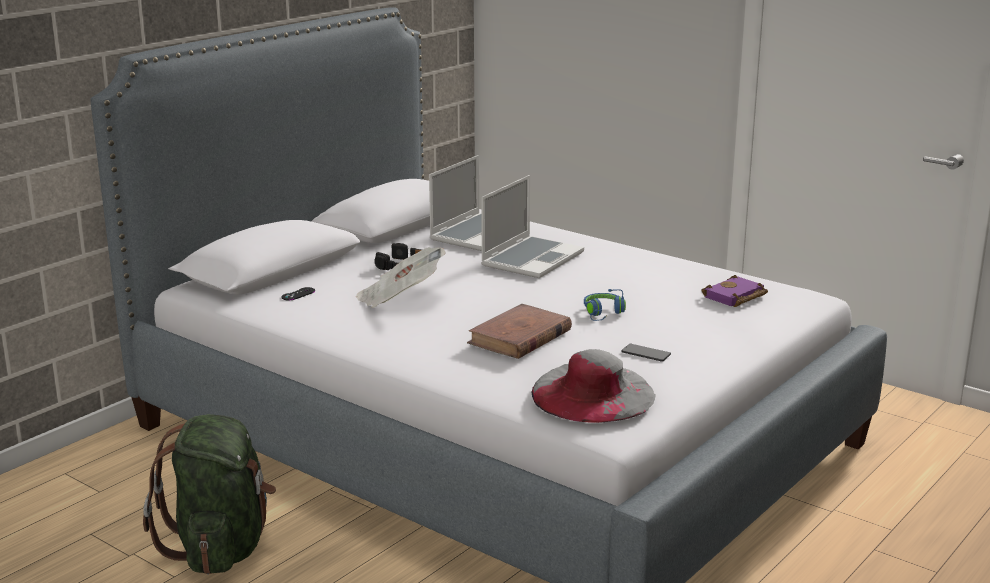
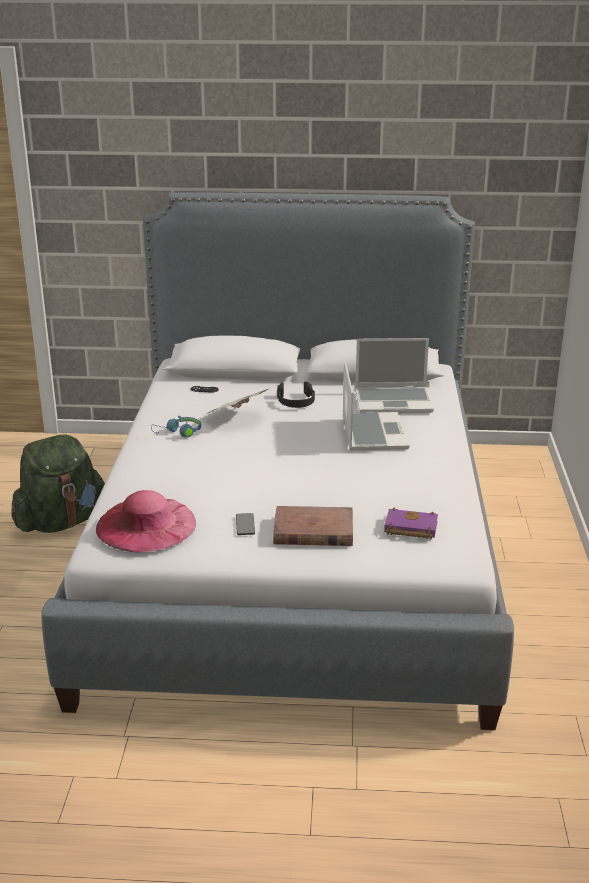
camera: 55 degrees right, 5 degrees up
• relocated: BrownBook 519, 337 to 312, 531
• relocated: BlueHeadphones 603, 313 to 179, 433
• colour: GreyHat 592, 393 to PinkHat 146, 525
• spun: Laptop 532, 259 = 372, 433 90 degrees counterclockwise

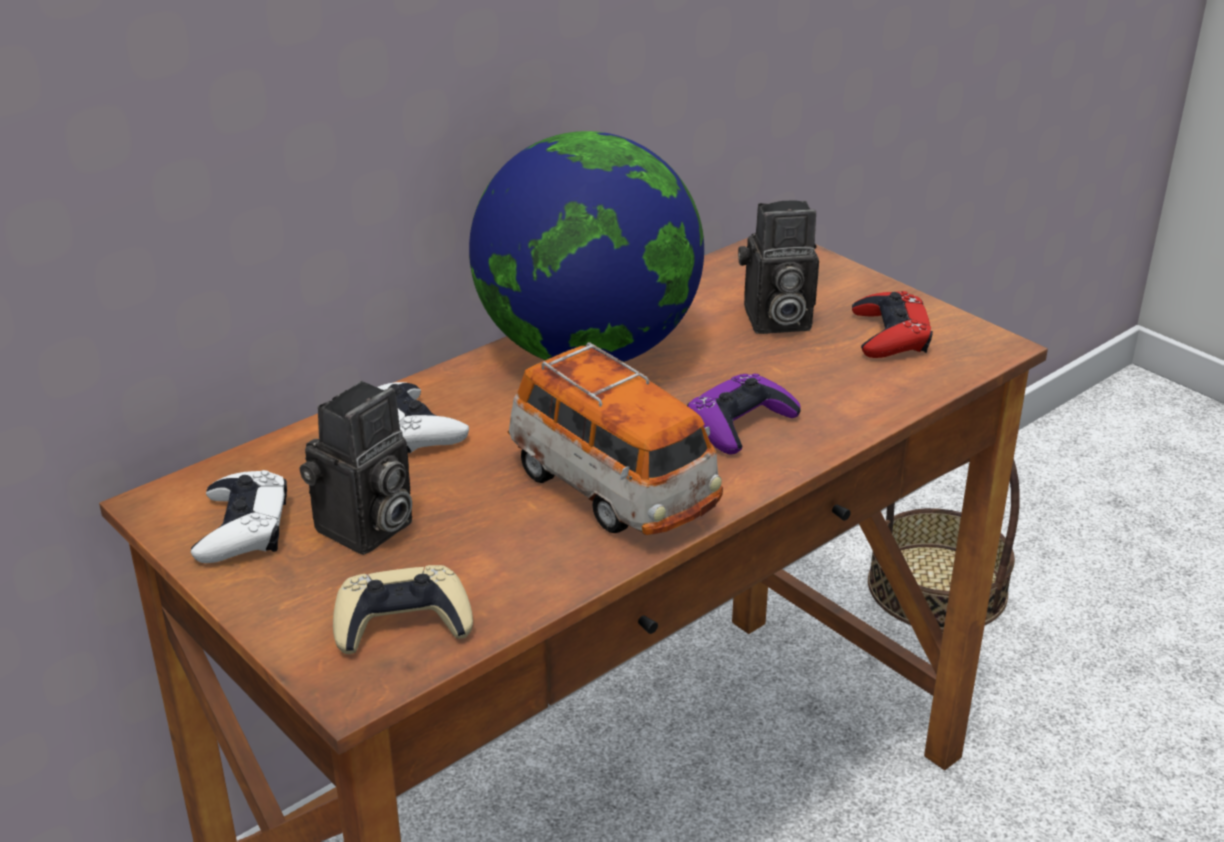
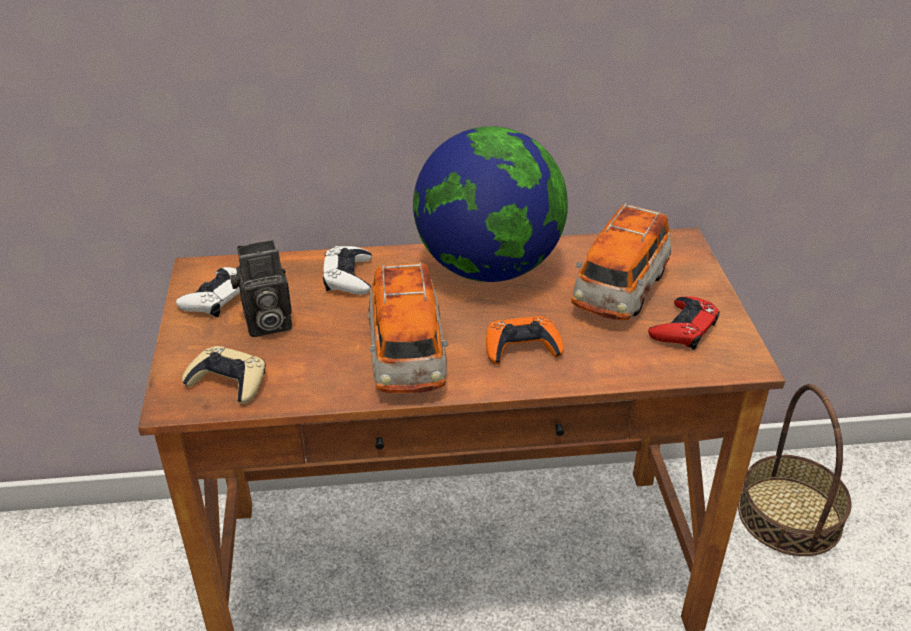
camera: 35 degrees right, 5 degrees up
• exchanged: PhotoCamera 774, 321 to ToyCar 620, 291
• colour: PurpleGameController 740, 424 to OrangeGameController 522, 347

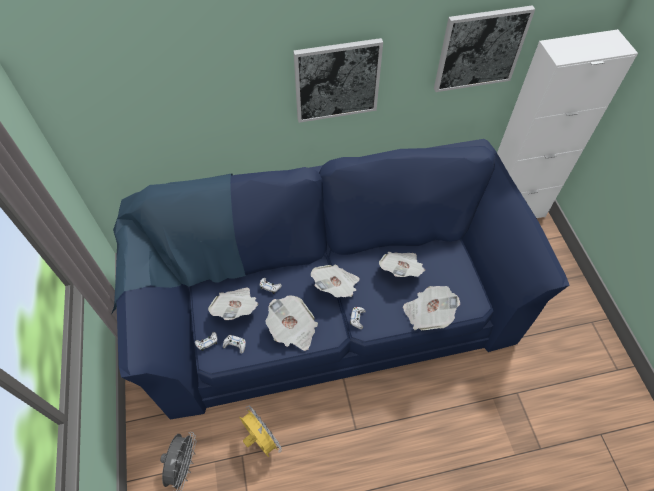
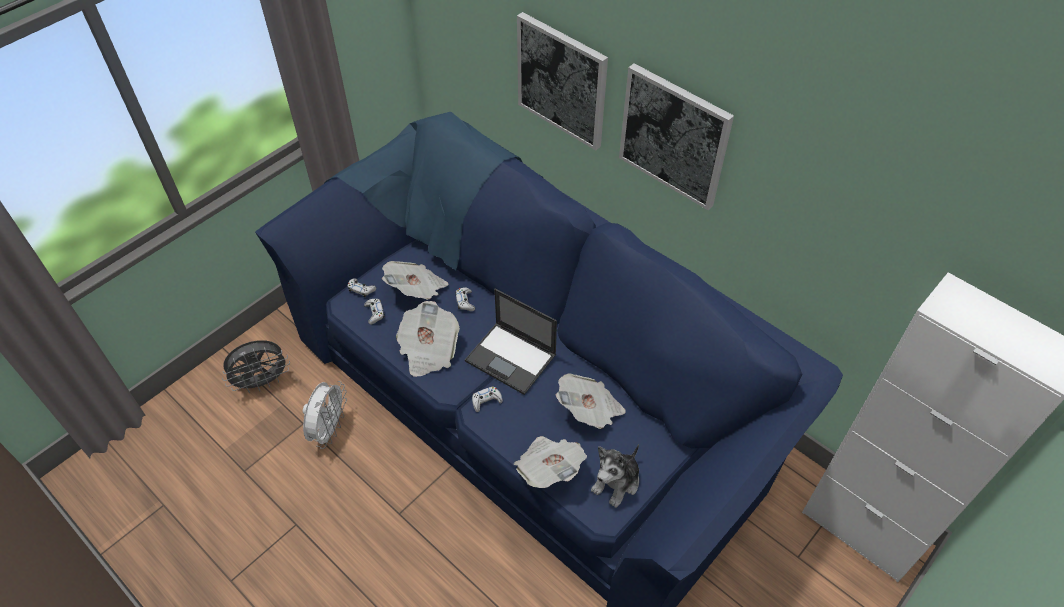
camera: 55 degrees right, 5 degrees down
• appeared: PlushToy 617, 482
• relocated: Picture 480, 49 to 562, 80
• exchanged: Newspaper 336, 286 to Laptop 512, 358
• colour: YellowFan 260, 440 to WhiteFan 329, 429

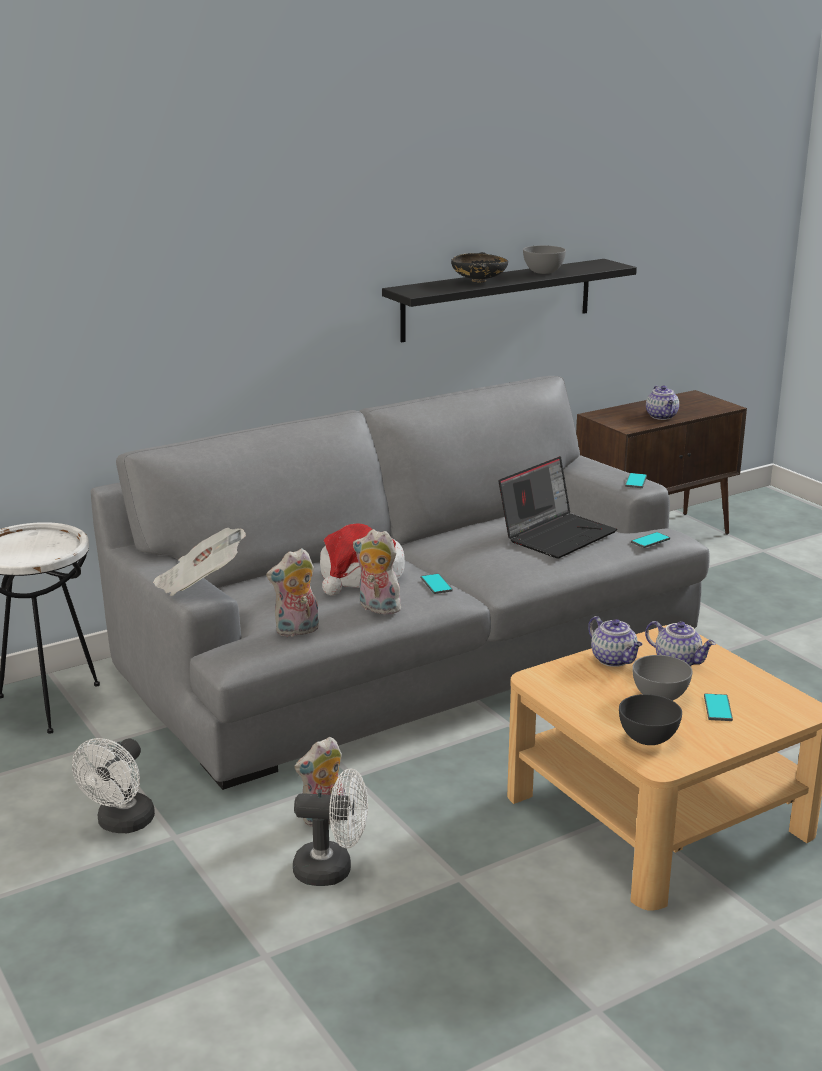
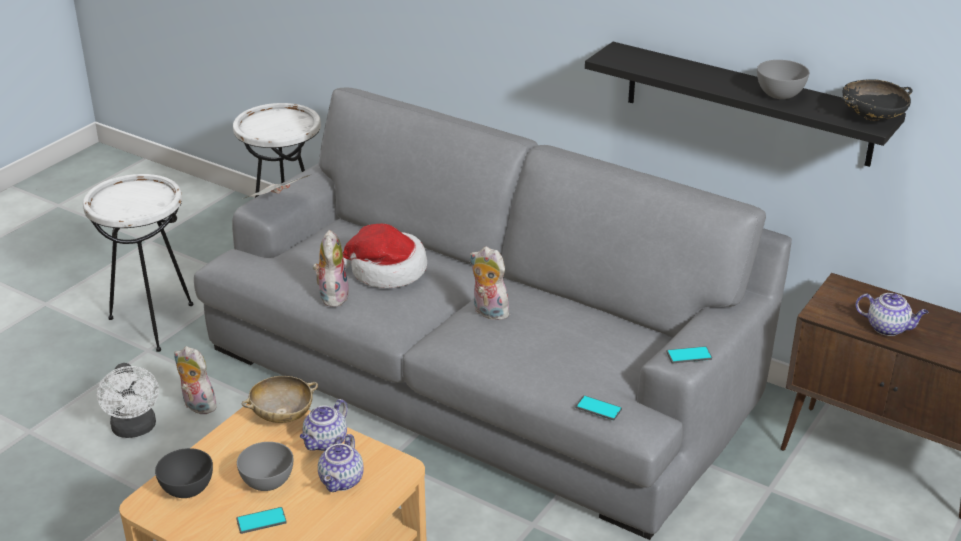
camera: 65 degrees right, 10 degrees up
• missing: Phone 436, 584
• missing: Laptop 557, 534
• appeared: BeigeBowl 282, 415
• relocated: PlushToy 297, 631 to 488, 312
• relocated: BlackBowl 479, 281 to 872, 117
• exchanged: WhiteFan 121, 824 to WhiteSideTable 153, 324
• spun: Teapot 662, 416 = 888, 328 120 degrees counterclockwise

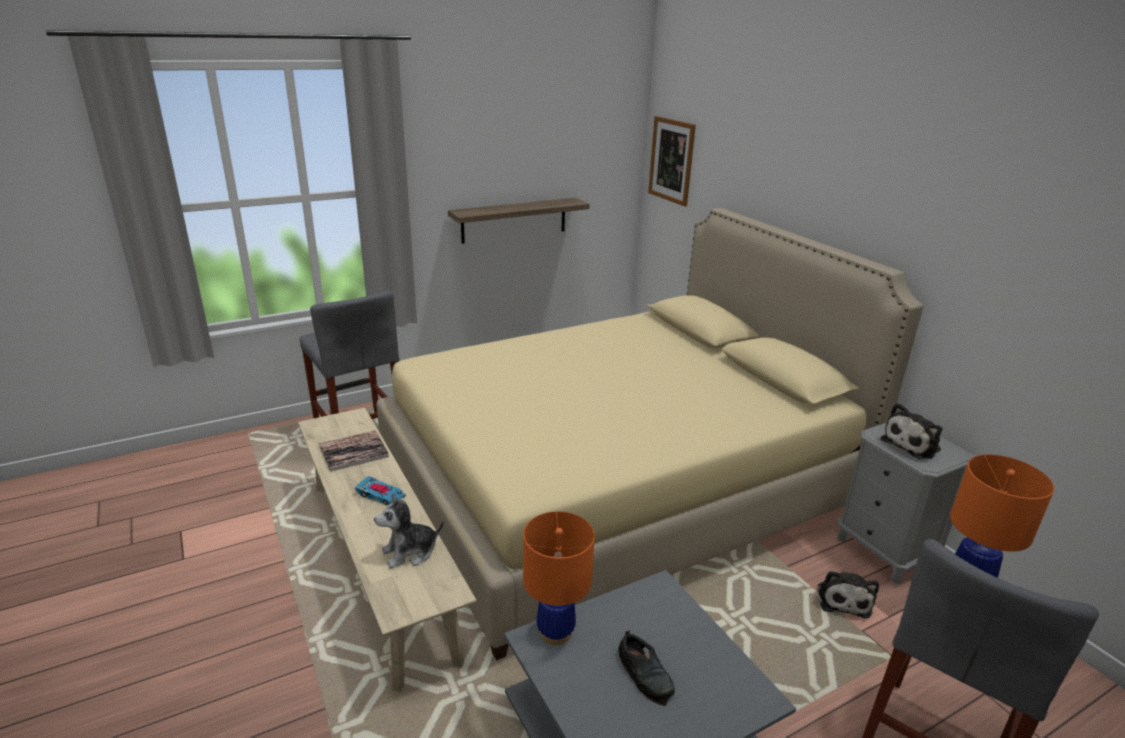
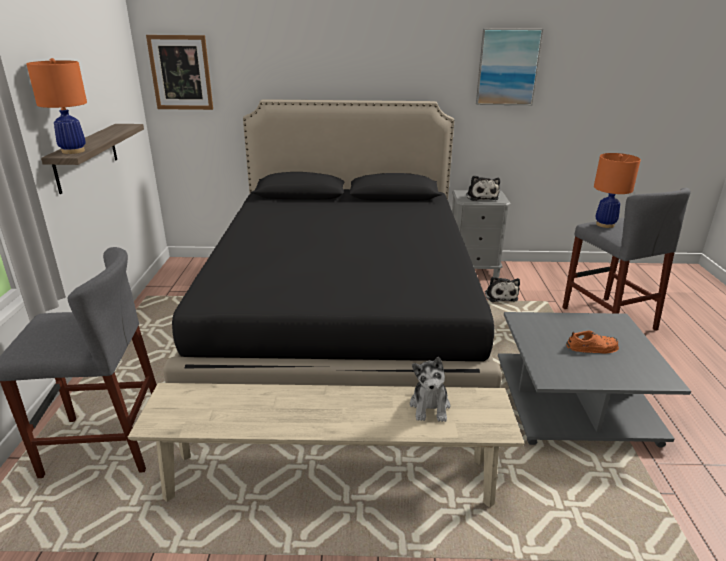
camera: 60 degrees left, 0 degrees up
• missing: Book 354, 451
• missing: ToyCar 381, 495
• appeared: Picture 507, 67
• relocated: OrangeTableLamp 555, 632 to 73, 151
• colour: BeigeBed 616, 489 to BlackBed 343, 327
• colour: BlackShoe 645, 674 to OrangeShoe 592, 347
• spun: PlushToy 843, 599 = 500, 295 45 degrees clockwise

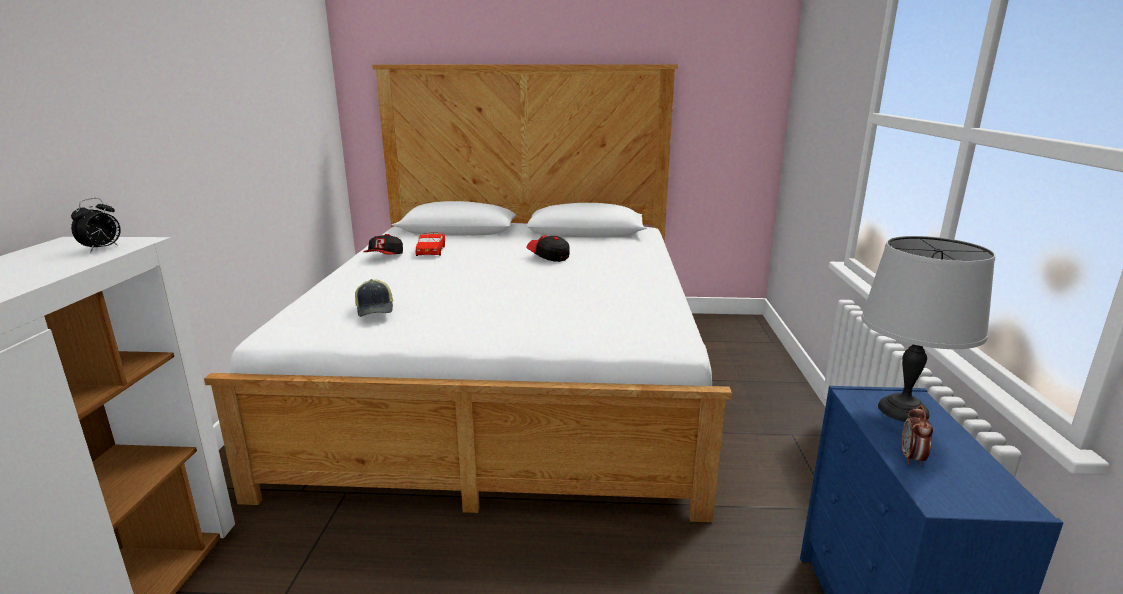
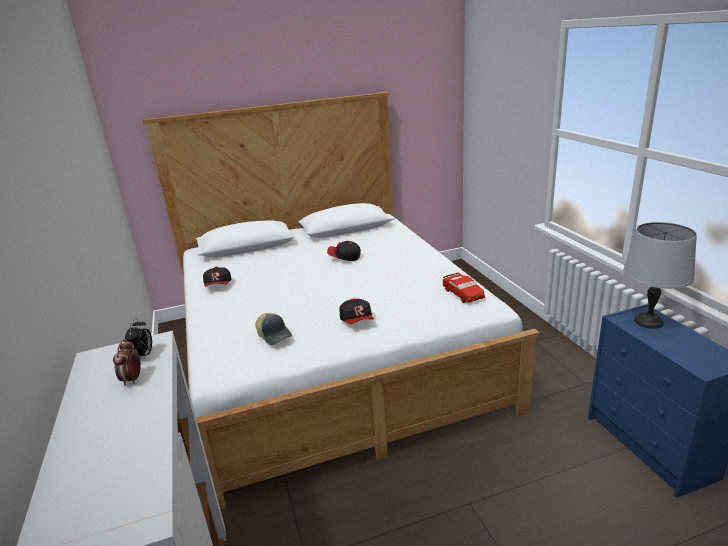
camera: 20 degrees left, 5 degrees up
• appeared: Cap 357, 321
• relocated: RedToyCar 431, 251 to 463, 293
• relocated: AlarmClock 912, 459 to 132, 379

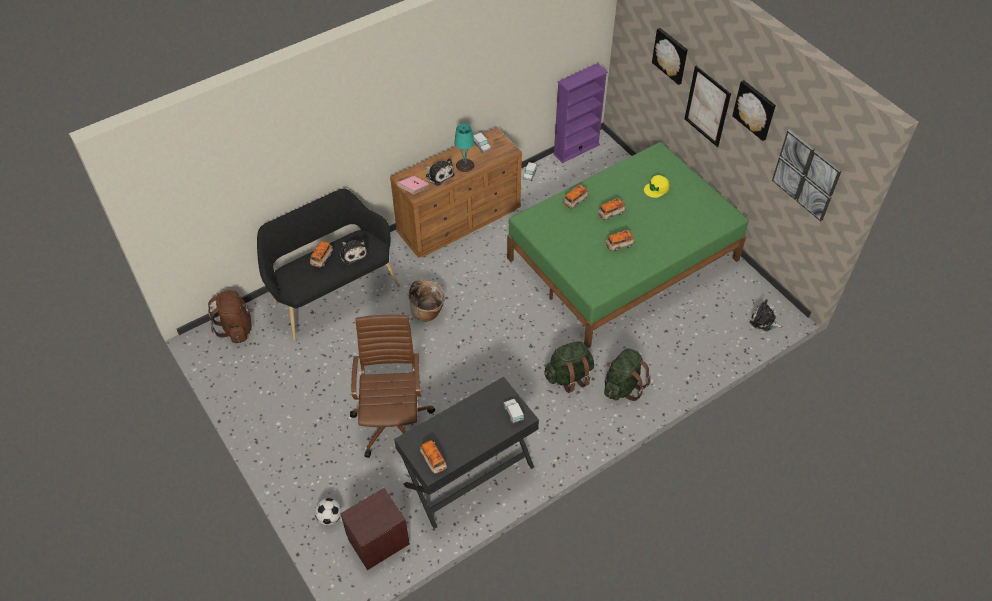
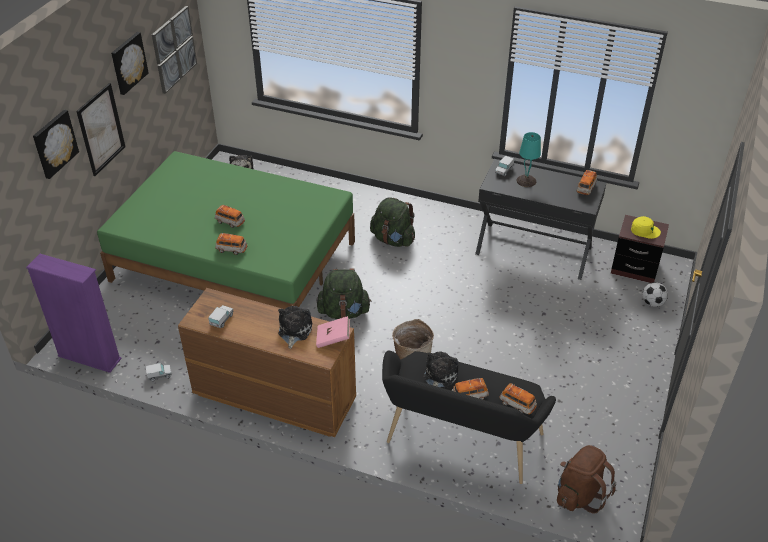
camera: 125 degrees left, 10 degrees down
• missing: BrownOfficeChair 393, 421
• relocated: TurquoiseTableLamp 465, 165 to 525, 181
• relocated: GreenBackpack 622, 386 to 344, 312
• relocated: ToyCar 619, 245 to 517, 404
• relocated: YellowCap 656, 188 to 644, 230

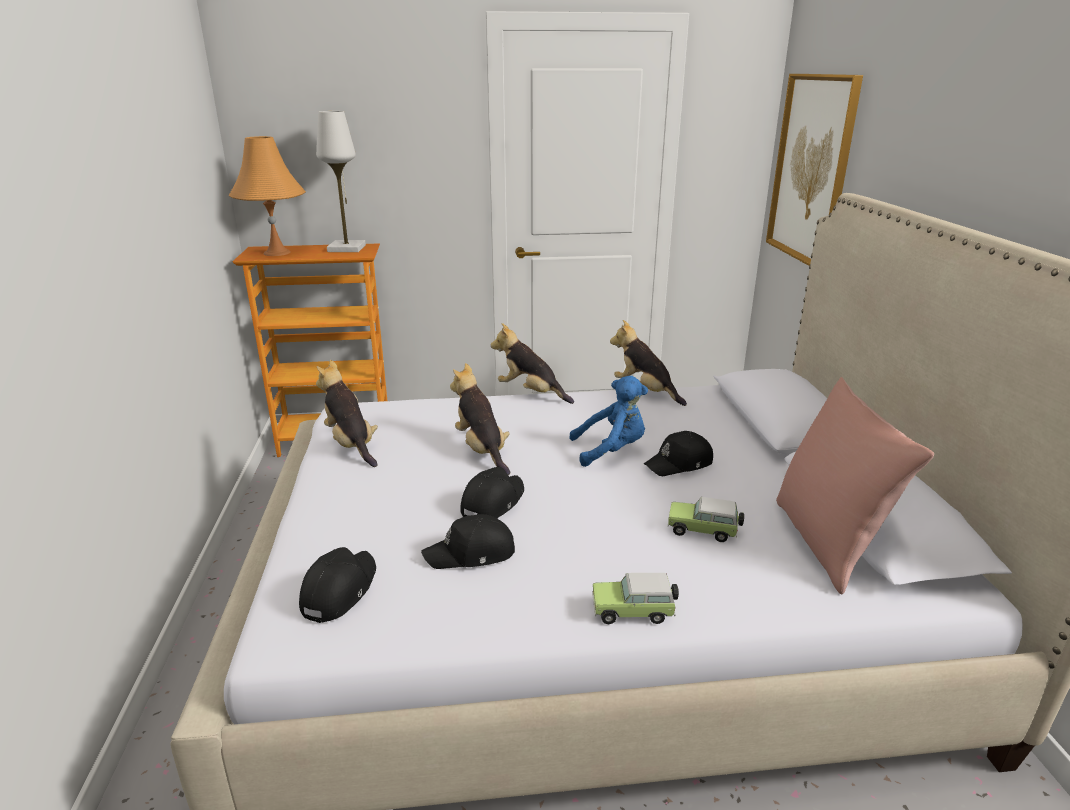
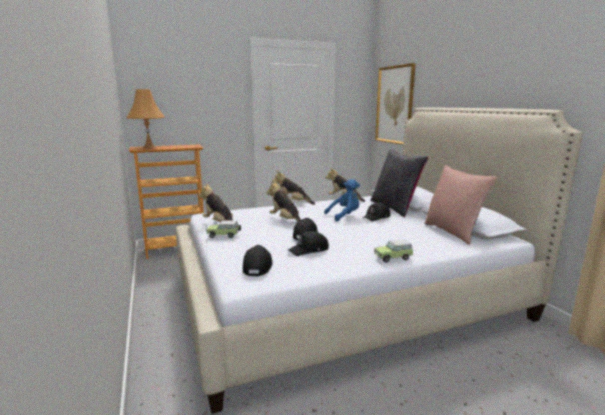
camera: 15 degrees left, 10 degrees down
• missing: WhiteTableLamp 347, 248
• appeared: BlackPillow 394, 207
• relocated: ToyCar 704, 531 to 224, 235

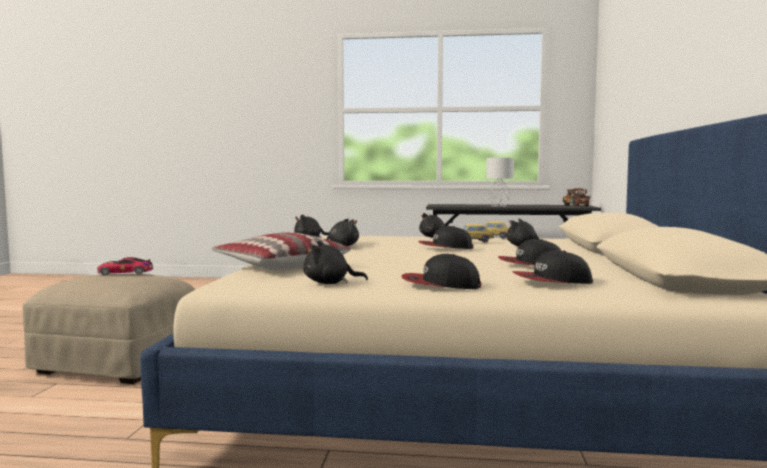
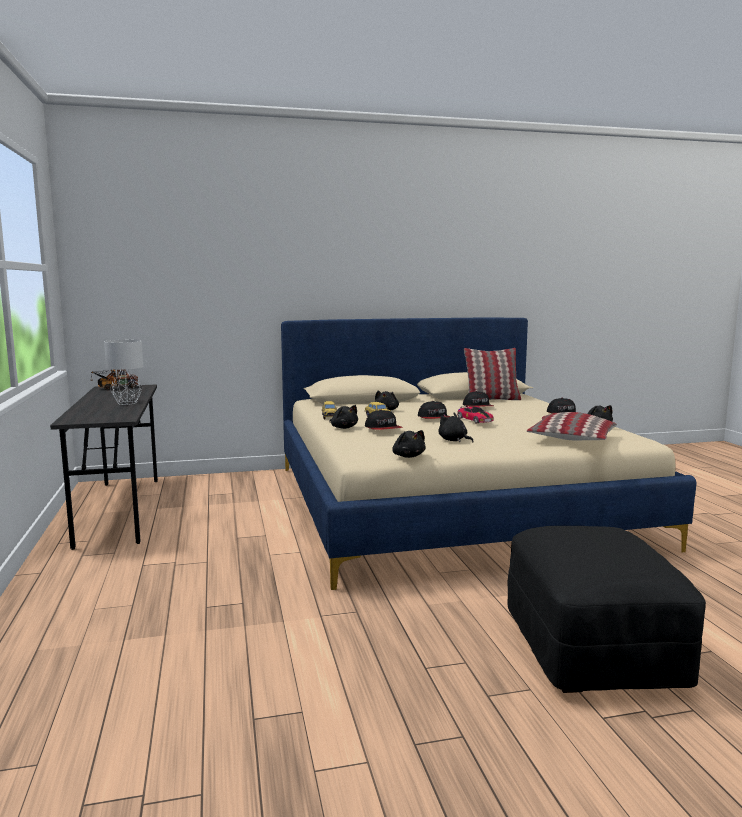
camera: 110 degrees left, 5 degrees up
• appeared: Pillow 491, 399
• relocated: ToyCar 125, 273 to 474, 420
• relocated: Cap 551, 281 to 383, 428
• colour: BeigeOttoman 118, 363 to BlackOttoman 590, 648

